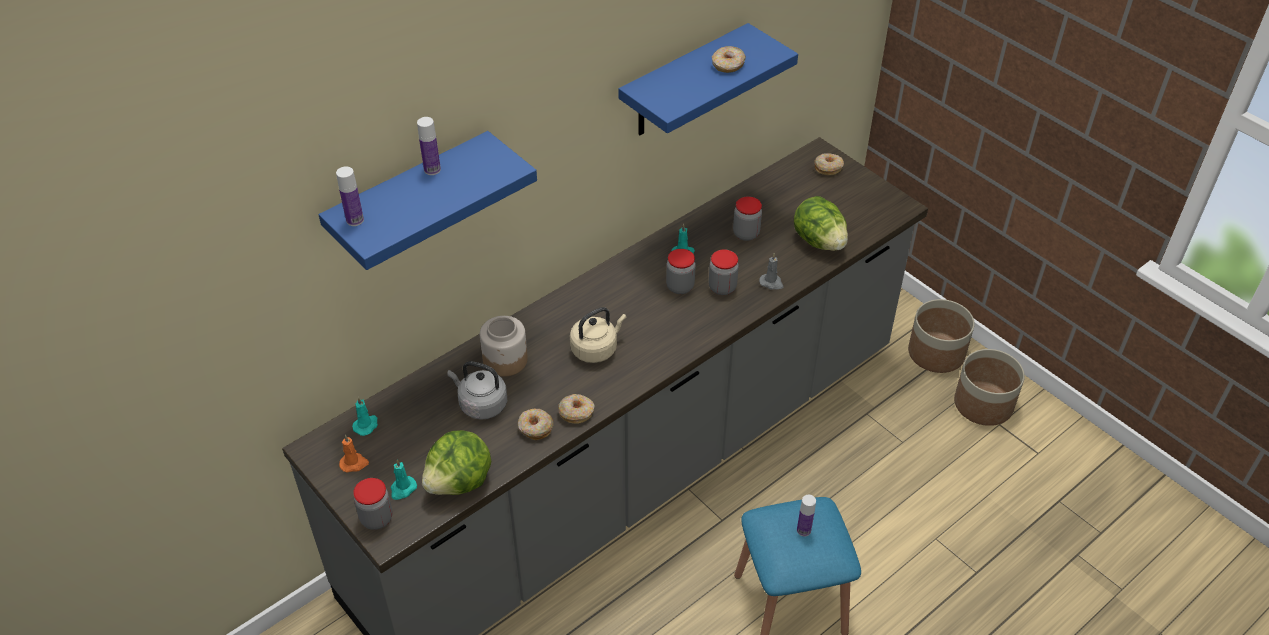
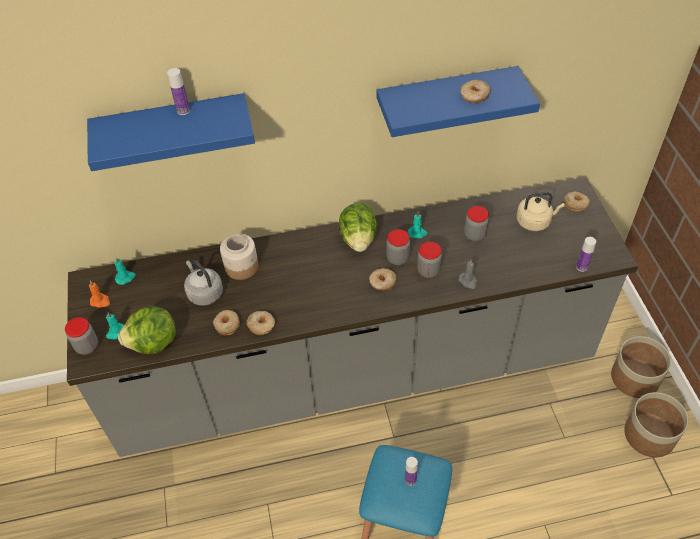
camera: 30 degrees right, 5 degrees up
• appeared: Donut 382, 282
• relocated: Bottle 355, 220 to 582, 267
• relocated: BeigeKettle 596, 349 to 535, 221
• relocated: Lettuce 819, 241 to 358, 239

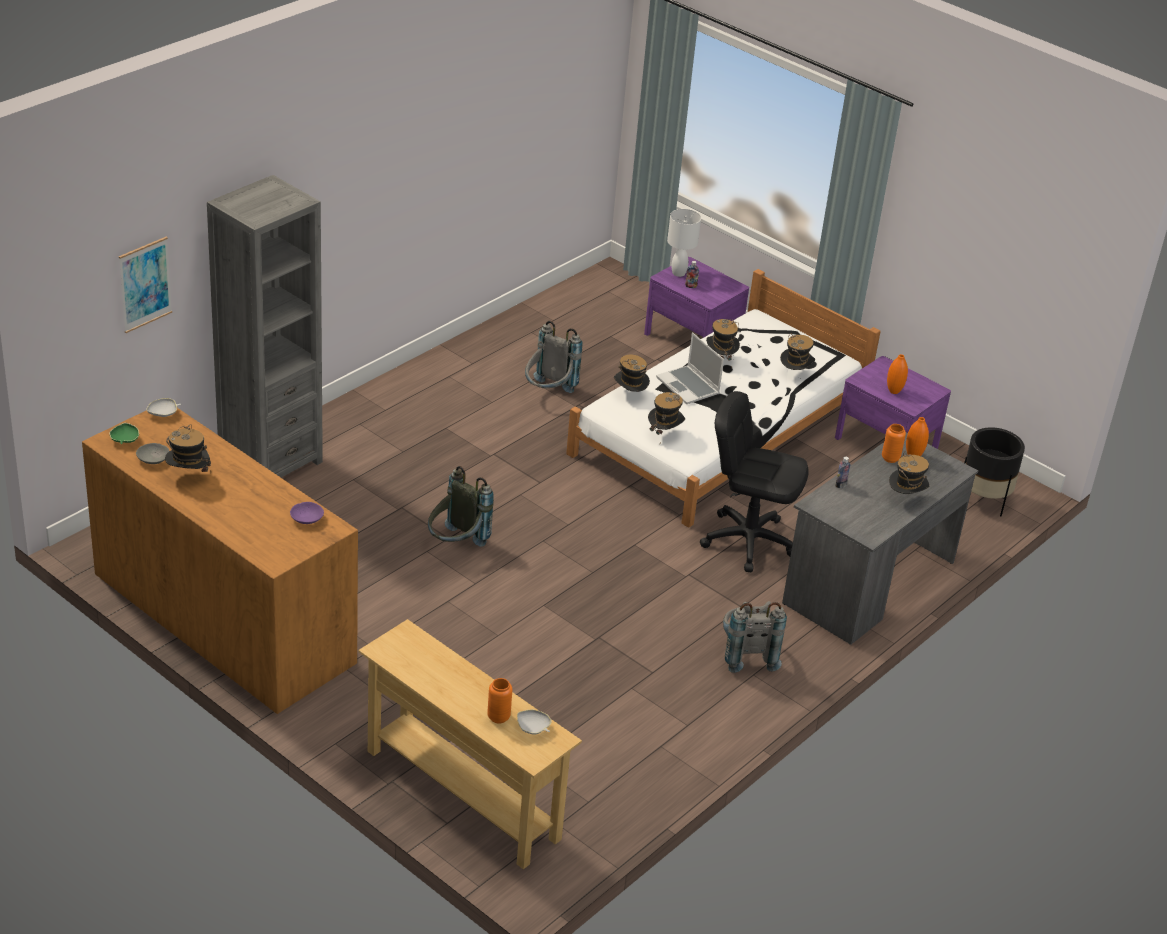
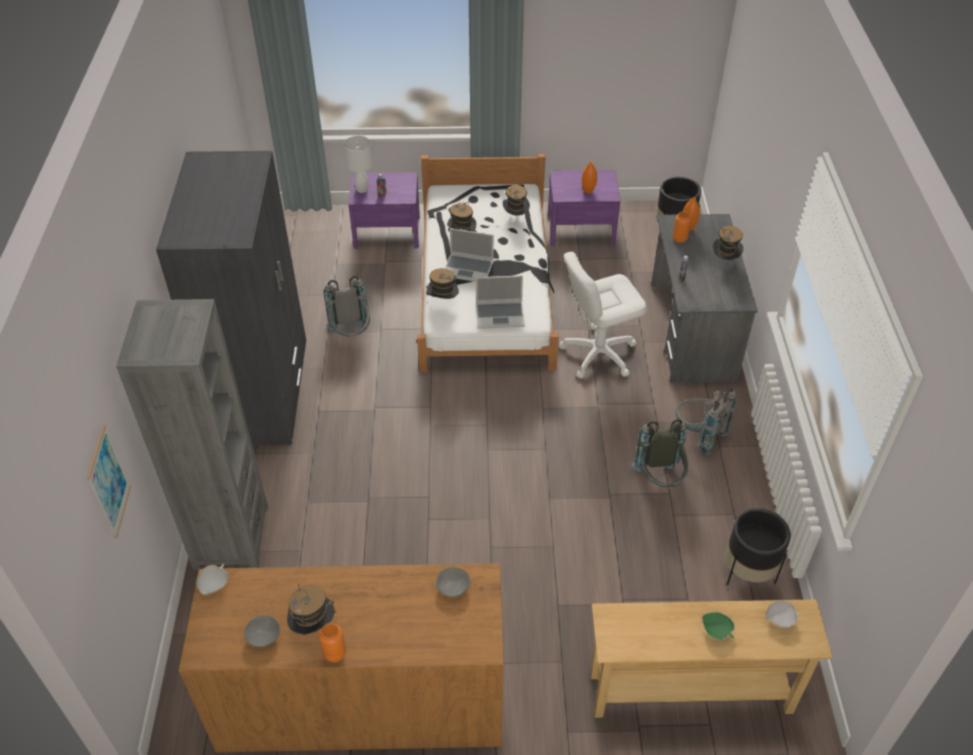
camera: 40 degrees left, 10 degrees up
• appeared: GreyWardrobe 264, 393
• appeared: BlackPlanter 748, 572
• relocated: GreenBowl 124, 440 to 717, 630
• relocated: GreyBackpack 456, 545 to 660, 480
• relocated: OrangeVase 498, 717 to 335, 653
• exchanged: Hat 664, 434 to Laptop 500, 315
• colour: PurpleBowl 307, 518 to GreyBowl 452, 585
• colour: BlackOfficeChair 748, 541 to WhiteOfficeChair 598, 353

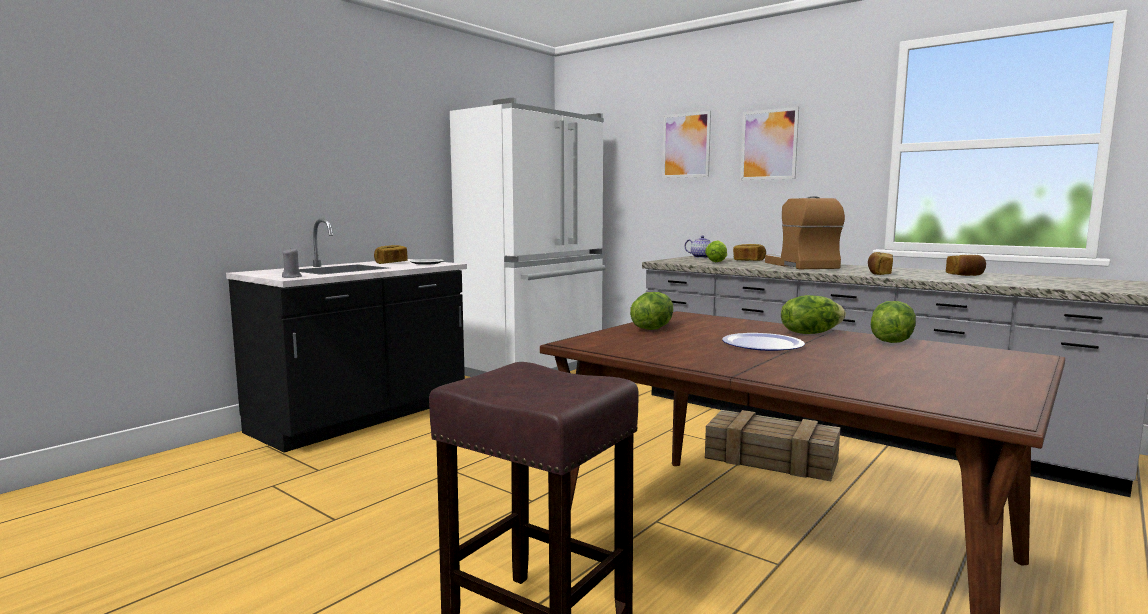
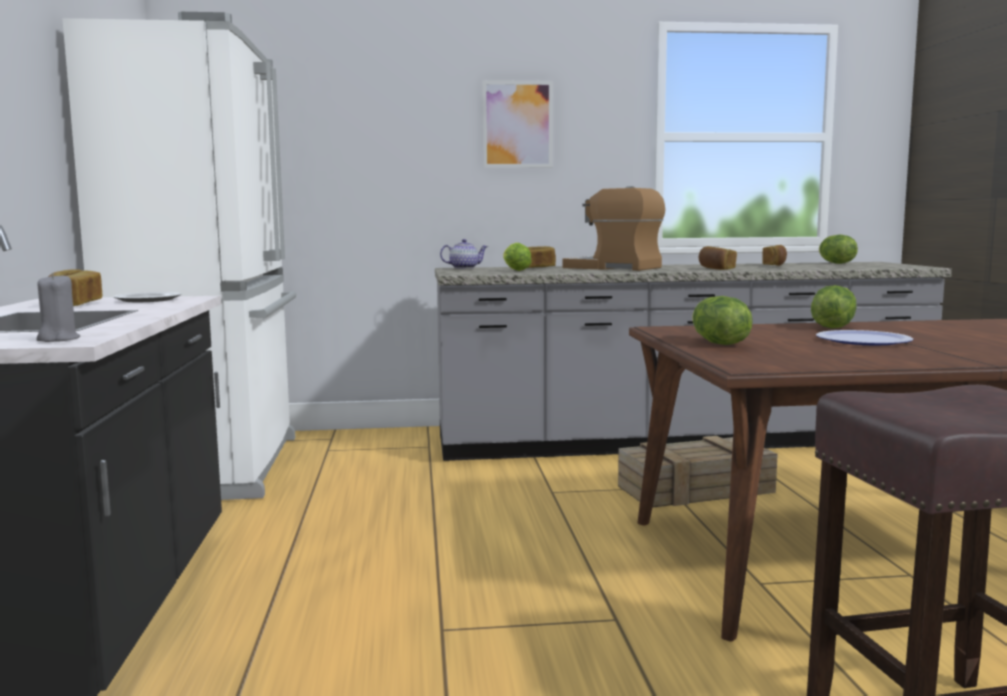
camera: 45 degrees left, 0 degrees up
• missing: Picture 686, 145
• relocated: Lettuce 891, 341 to 835, 263

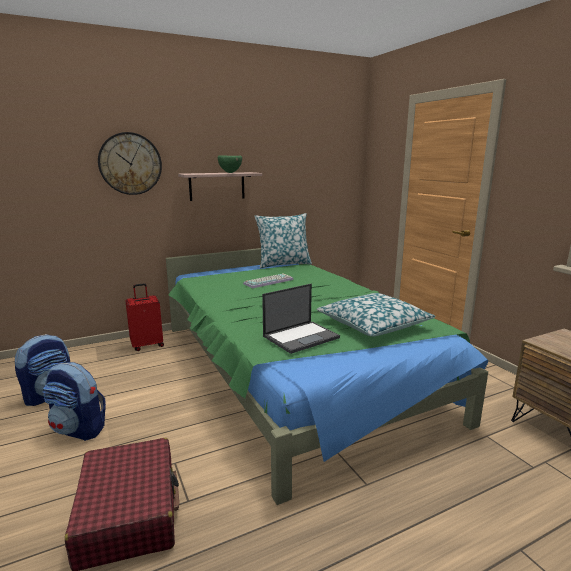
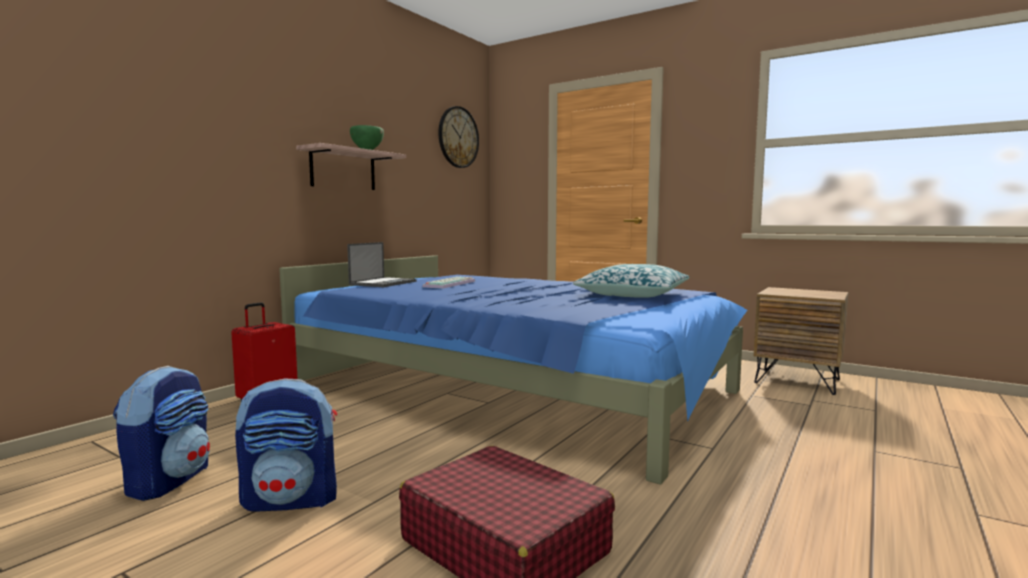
camera: 30 degrees left, 10 degrees down
• missing: Pillow 283, 264
• relocated: WallClock 130, 164 to 458, 137
• relocated: Laptop 301, 337 to 383, 283
• colour: GreenBed 294, 370 to BlueBed 510, 388

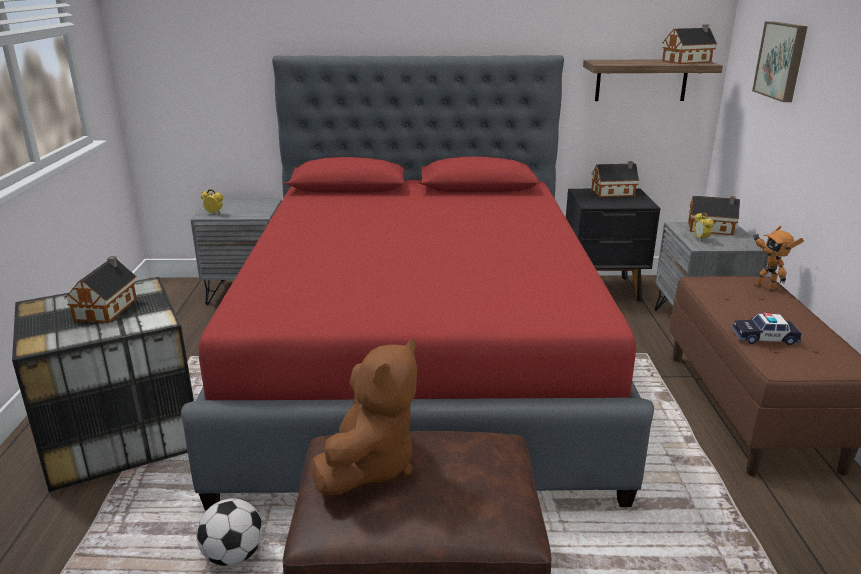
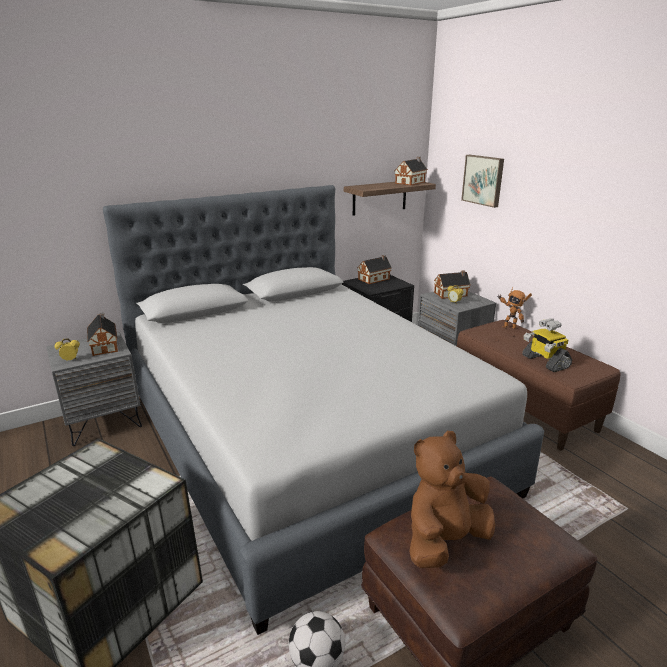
camera: 30 degrees left, 0 degrees up
• relocated: ToyHouse 108, 308 to 105, 346
• exchanged: ToyCar 764, 338 to ToyRobot 544, 362
• colour: RedBed 420, 363 to GreyBed 307, 441
• spun: BrownPlushToy 370, 465 = 444, 540 120 degrees counterclockwise

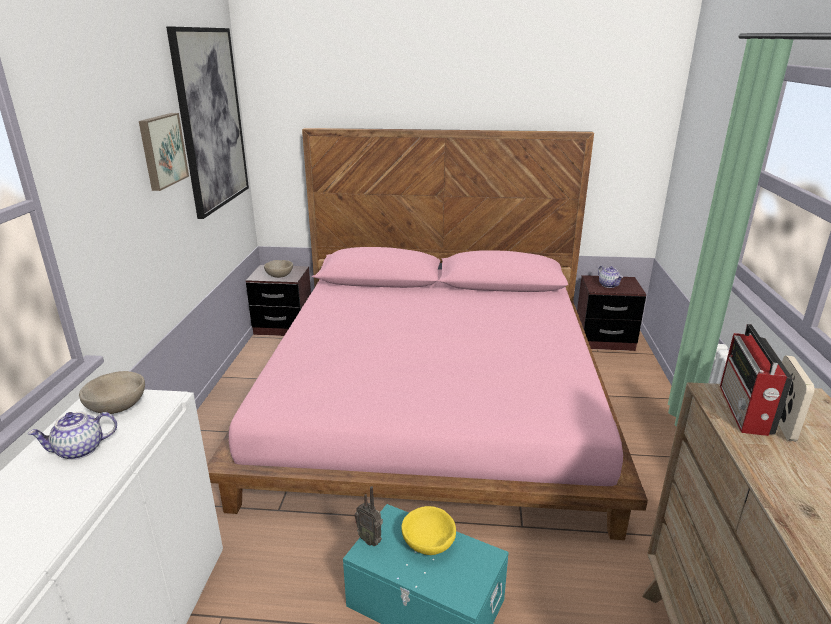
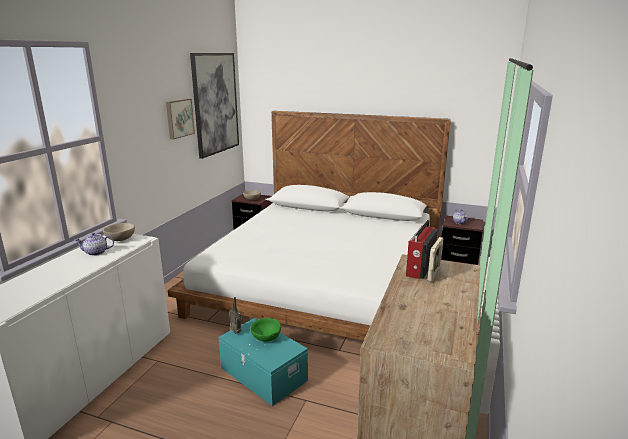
camera: 15 degrees right, 5 degrees down
• colour: PinkBed 433, 400 to WhiteBed 322, 281
• colour: YellowBowl 428, 544 to GreenBowl 266, 337

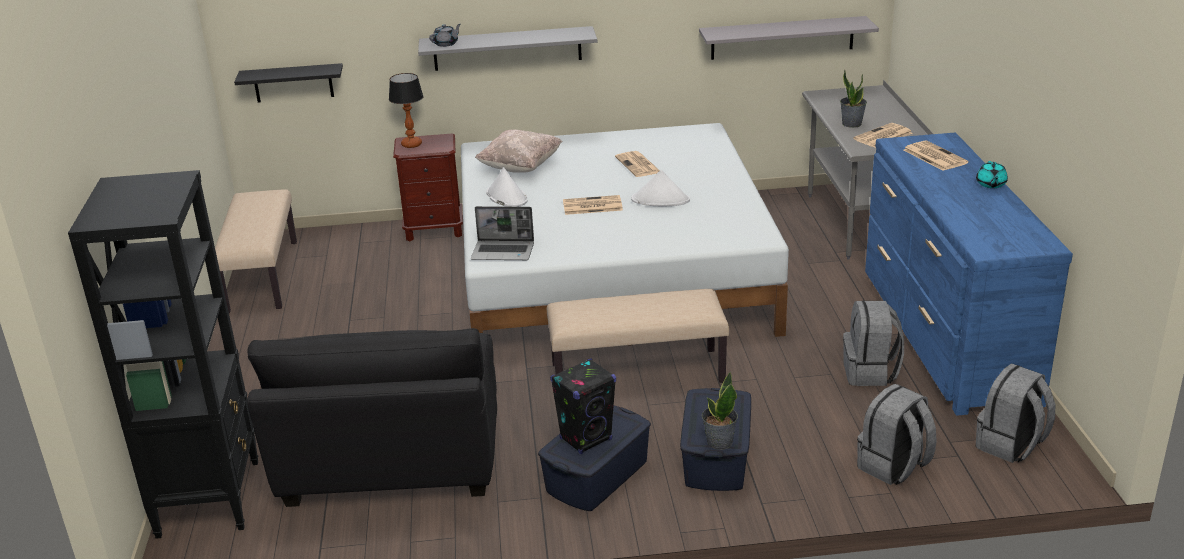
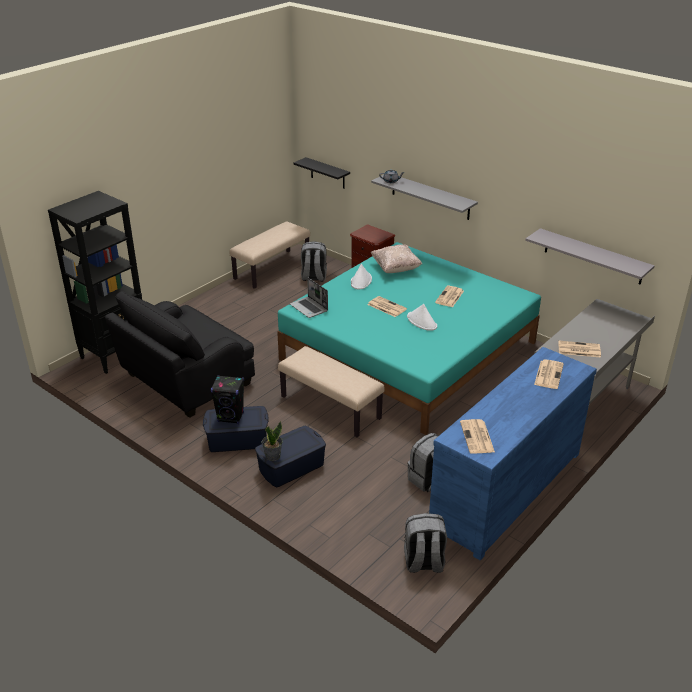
camera: 45 degrees right, 5 degrees up
• missing: TableLamp 411, 144
• missing: PottedPlant 851, 124
• missing: TurquoiseTeapot 991, 184
• appeared: Newspaper 477, 437
• relocated: GreyBackpack 893, 467 to 313, 277
• colour: WhiteBed 612, 270 to TurquoiseBed 409, 351

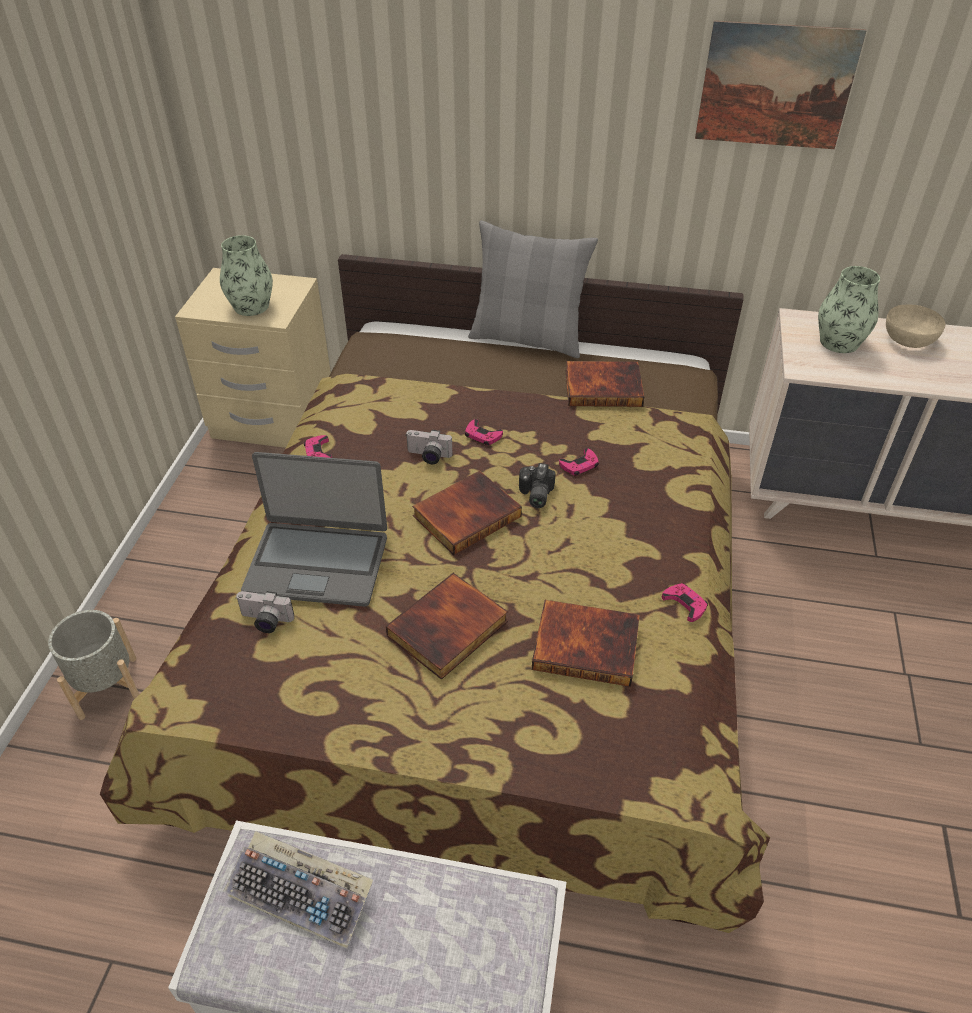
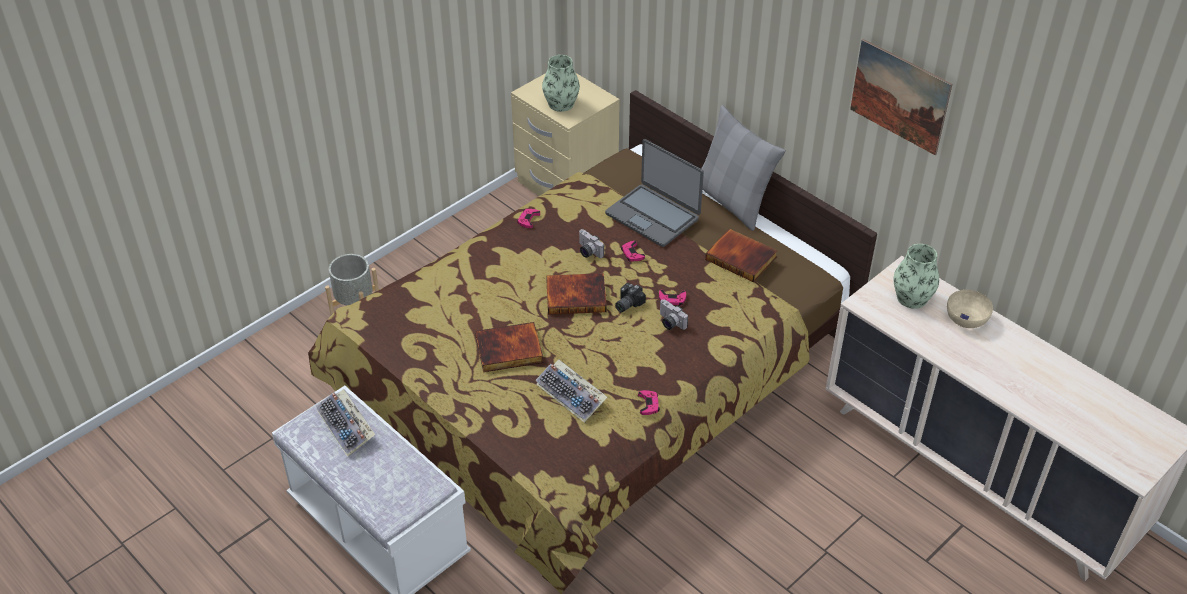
camera: 35 degrees right, 0 degrees up
• relocated: PhotoCamera 265, 621 to 669, 323
• relocated: Laptop 317, 563 to 653, 216
• exchanged: Book 586, 645 to Keyboard 572, 395

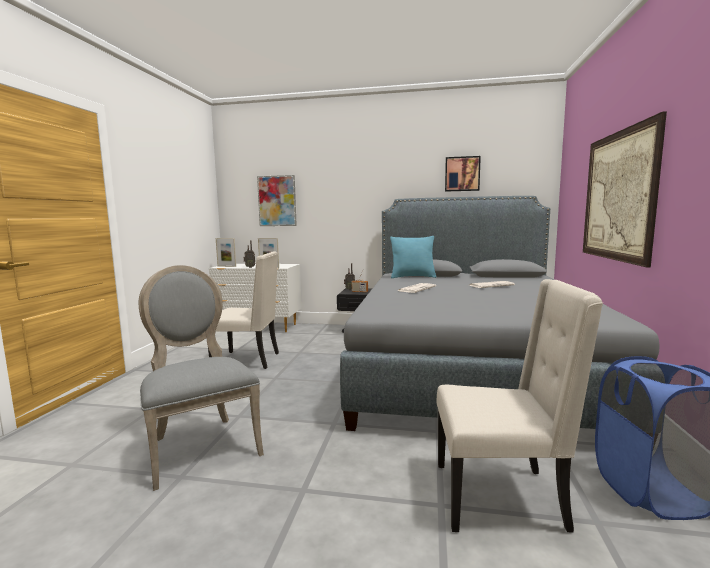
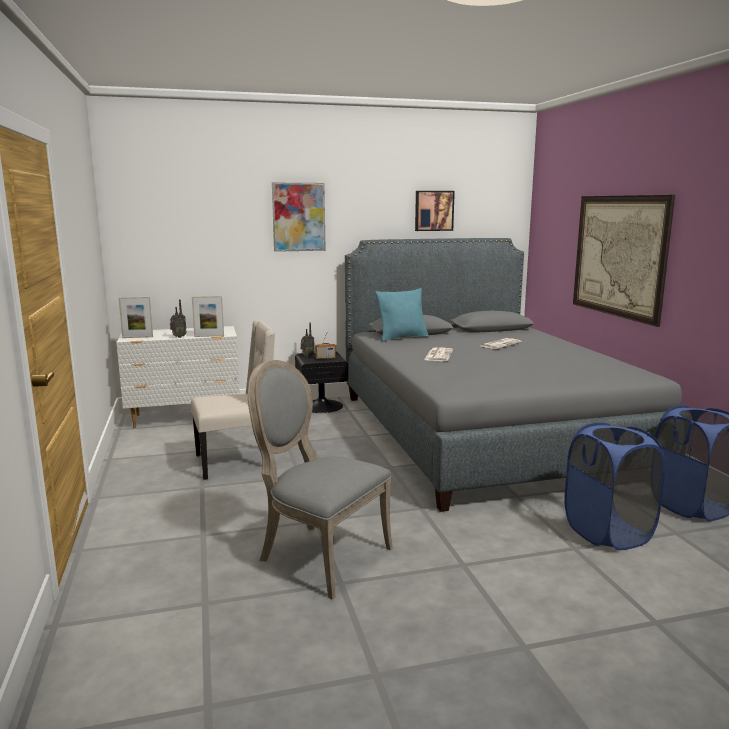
camera: 25 degrees left, 5 degrees up
• relocated: Picture 277, 201 to 298, 217
• exchanged: BeigeChair 501, 497 to BlueLaundryBasket 608, 532

